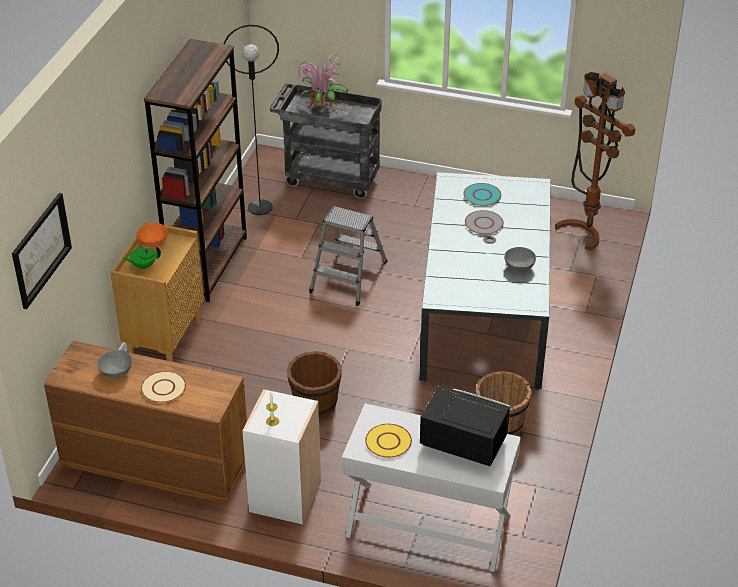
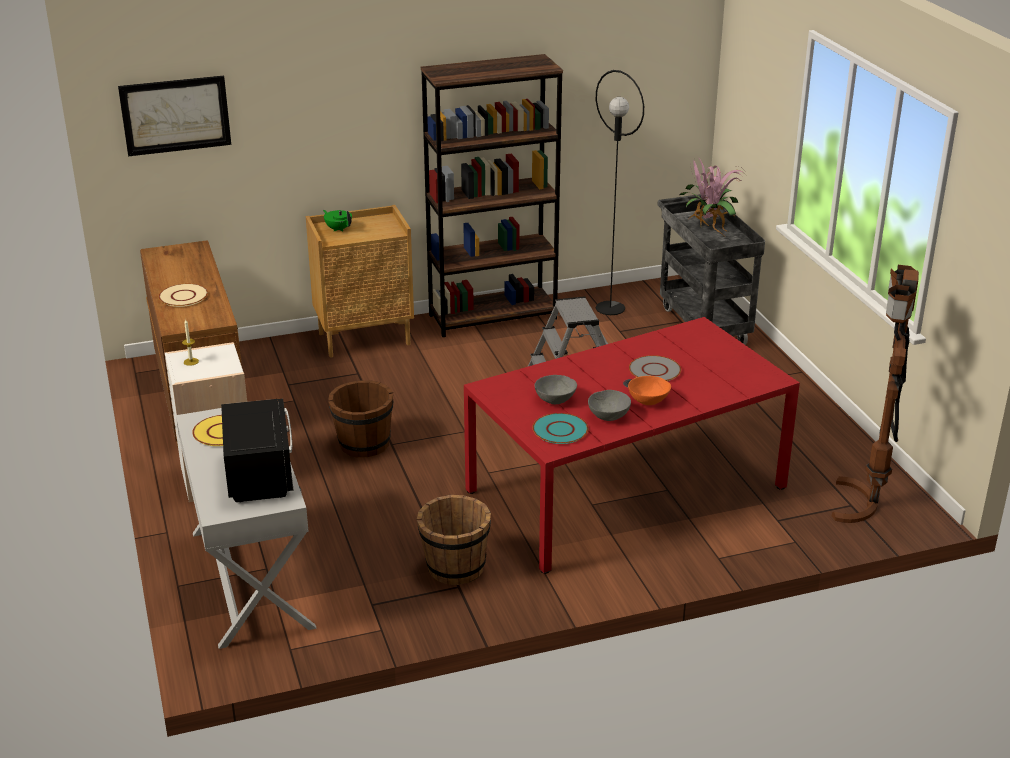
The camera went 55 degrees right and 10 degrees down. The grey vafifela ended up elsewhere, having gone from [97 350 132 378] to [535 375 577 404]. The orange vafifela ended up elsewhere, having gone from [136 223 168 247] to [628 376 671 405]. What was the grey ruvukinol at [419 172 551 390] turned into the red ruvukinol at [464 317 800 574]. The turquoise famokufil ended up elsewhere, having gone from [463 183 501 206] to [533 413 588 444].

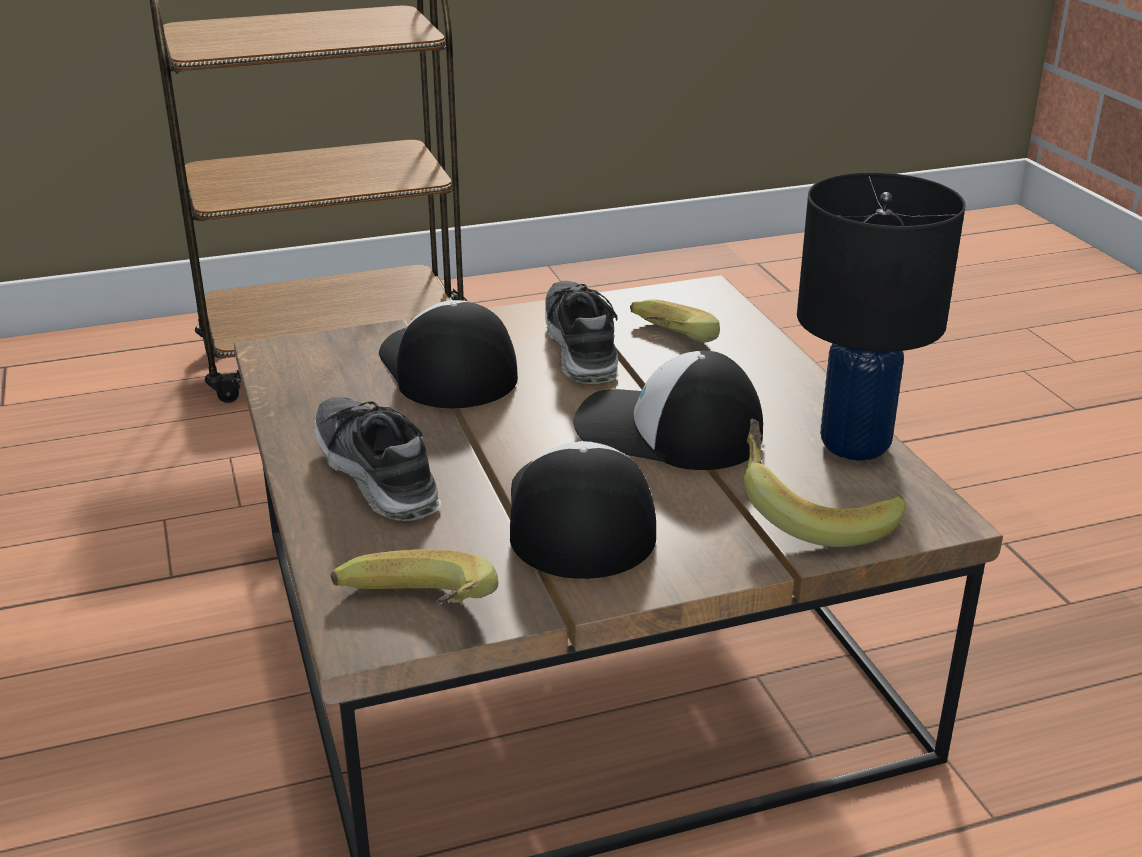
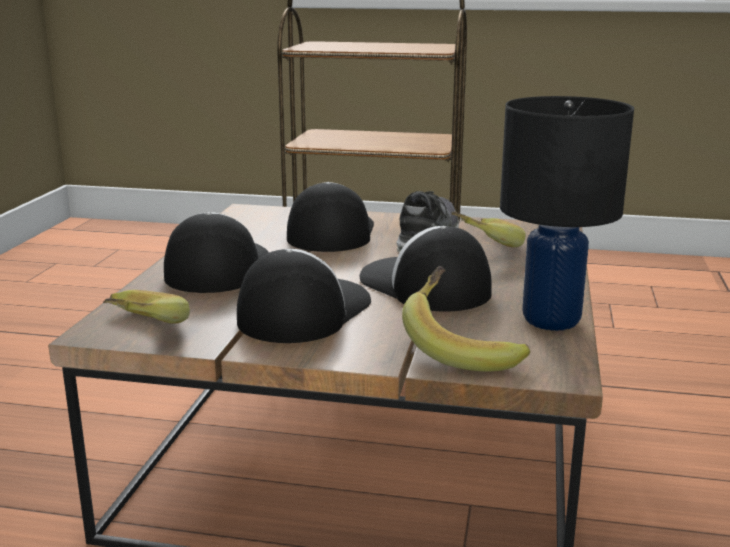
The camera went 30 degrees right and 10 degrees down. Where the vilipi stood at [314 397 442 521], the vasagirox came to stand at [164 212 269 293].

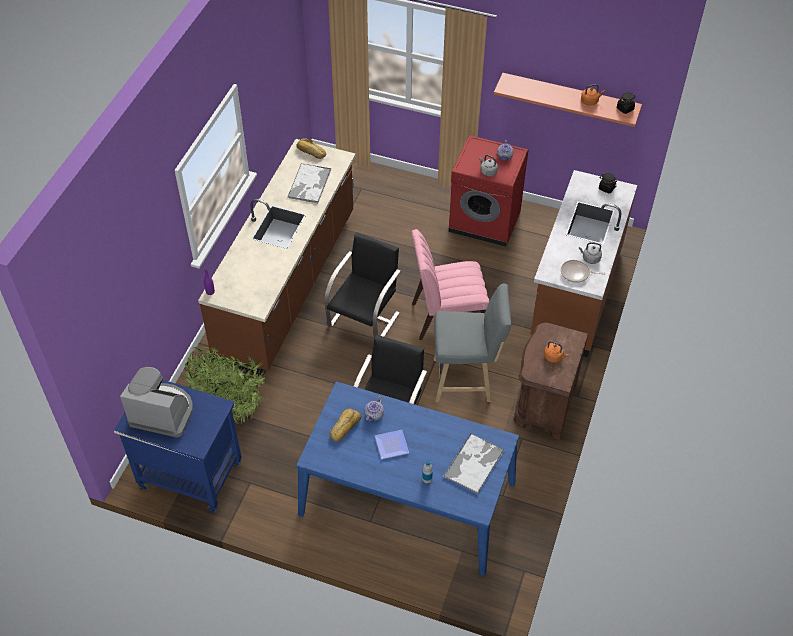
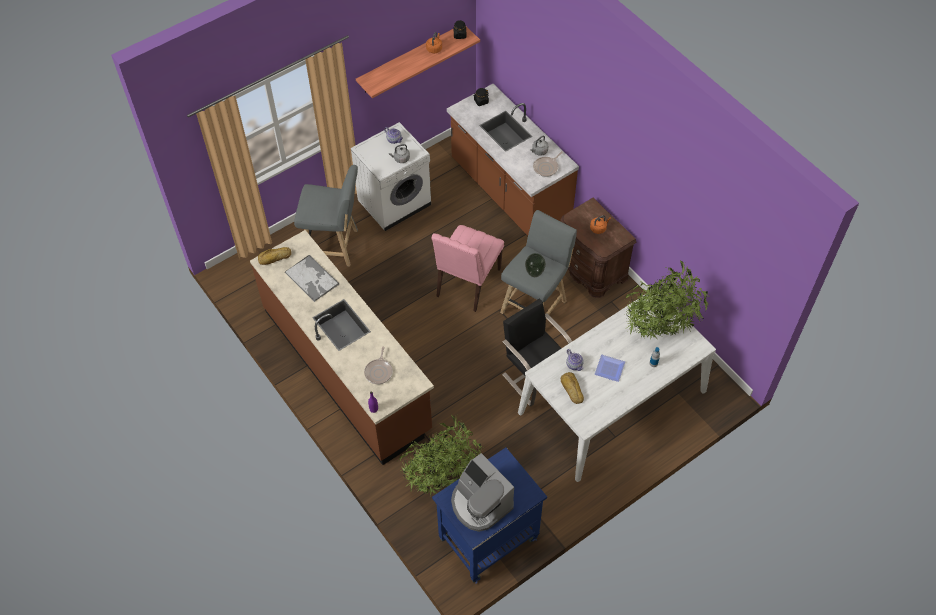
The camera went 55 degrees left and 5 degrees up. The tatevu at [120 367 193 438] ended up facing another way, 90 degrees counterclockwise from before. What was the blue ruvukinol at [297 382 519 576] turned into the white ruvukinol at [518 294 716 482]. The second view lost the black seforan at [324 232 401 338]. Where the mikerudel stood at [444 434 504 494], the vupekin came to stand at [624 260 708 339]. What was the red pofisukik at [449 135 528 247] turned into the white pofisukik at [351 122 431 231]. The second view gained the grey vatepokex at [294 165 358 267]. The second view gained the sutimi at [364 346 393 384]. The second view gained the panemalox at [525 253 546 277].

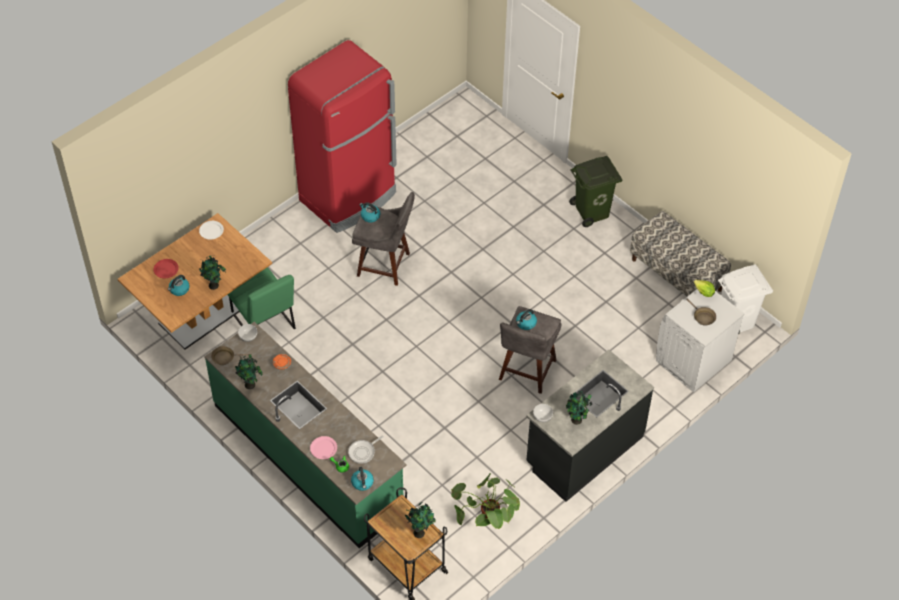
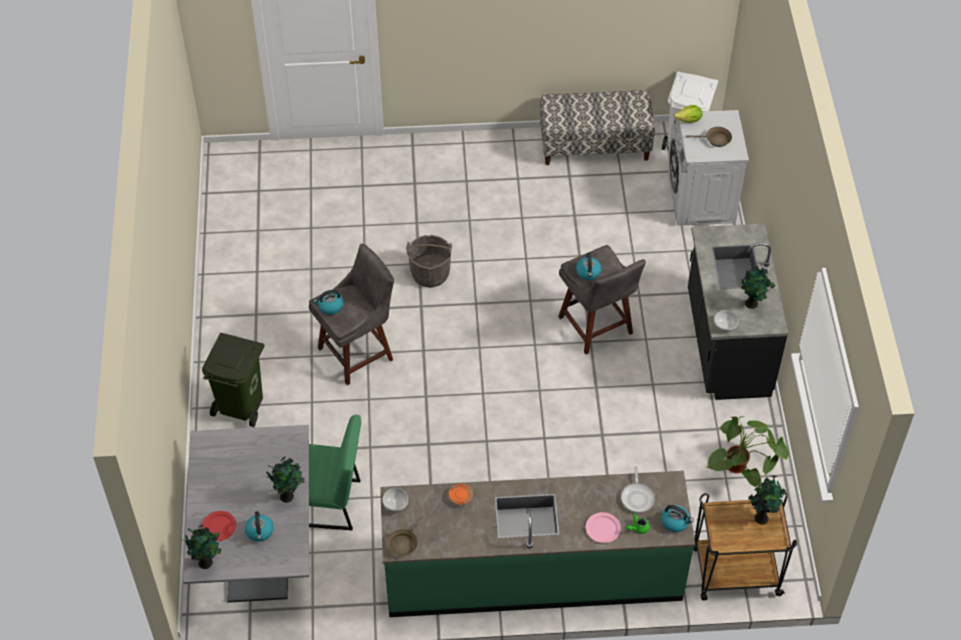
The camera went 50 degrees left and 0 degrees up. What was the brown ruvukinol at [118 213 272 350] turned into the grey ruvukinol at [183 425 309 603]. The second view lost the white famokufil at [199 221 224 240]. The vupekin ended up elsewhere, having gone from [235 354 263 389] to [181 524 221 569]. The second view lost the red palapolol at [288 40 397 233]. The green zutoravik ended up elsewhere, having gone from [569 156 623 227] to [202 333 265 427]. The second view gained the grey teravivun at [406 235 452 288].

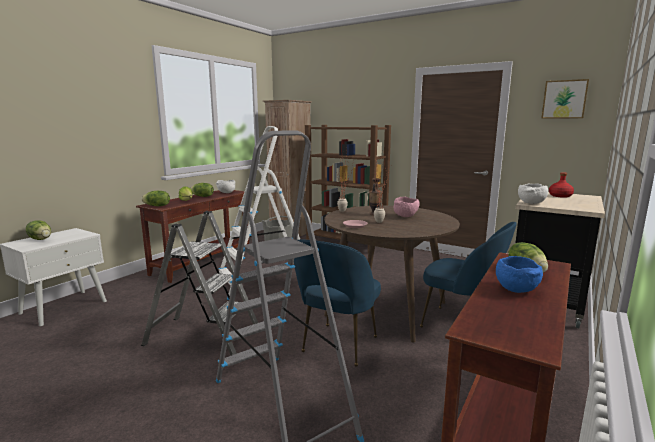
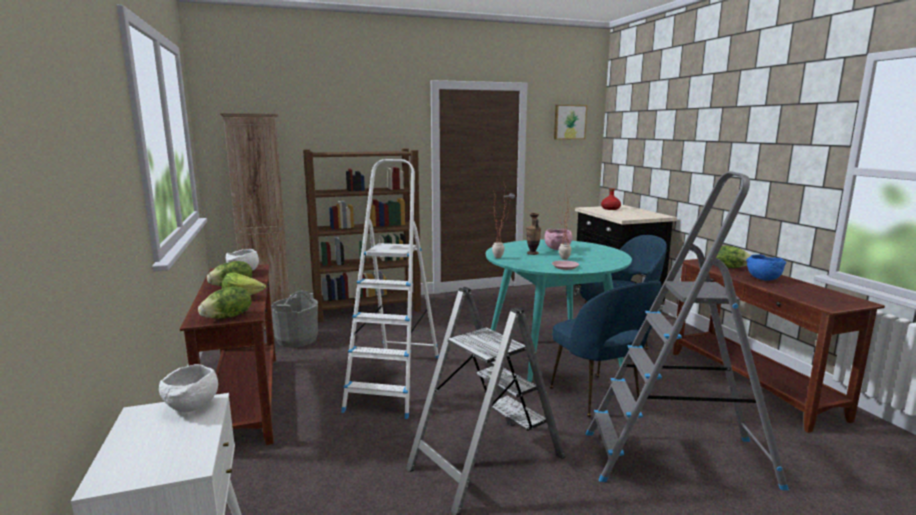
The camera went 50 degrees left and 0 degrees up. The second view lost the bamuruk at [26 221 51 240]. What was the brown ruvukinol at [324 206 460 342] turned into the turquoise ruvukinol at [486 240 632 382]. The white vafifela ended up elsewhere, having gone from [518 183 548 204] to [159 364 218 412].

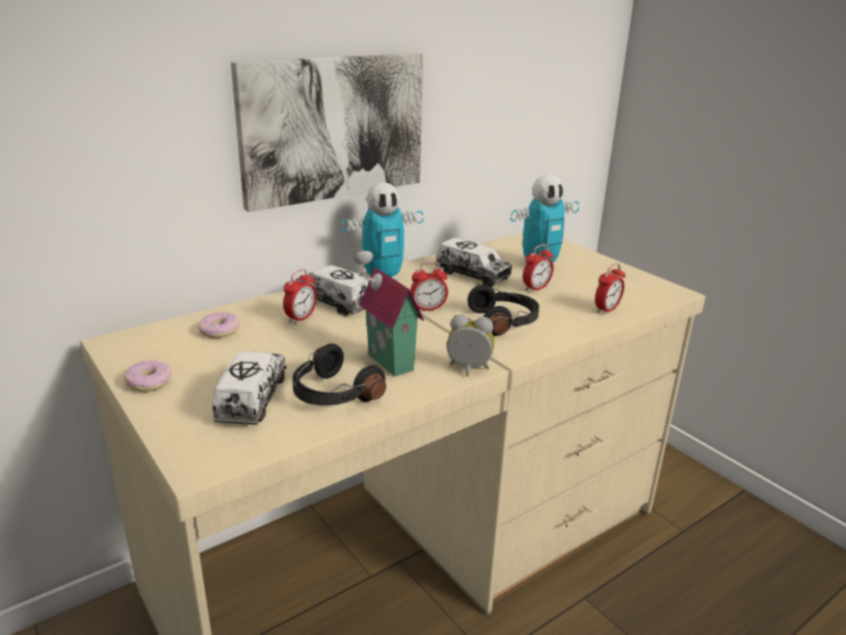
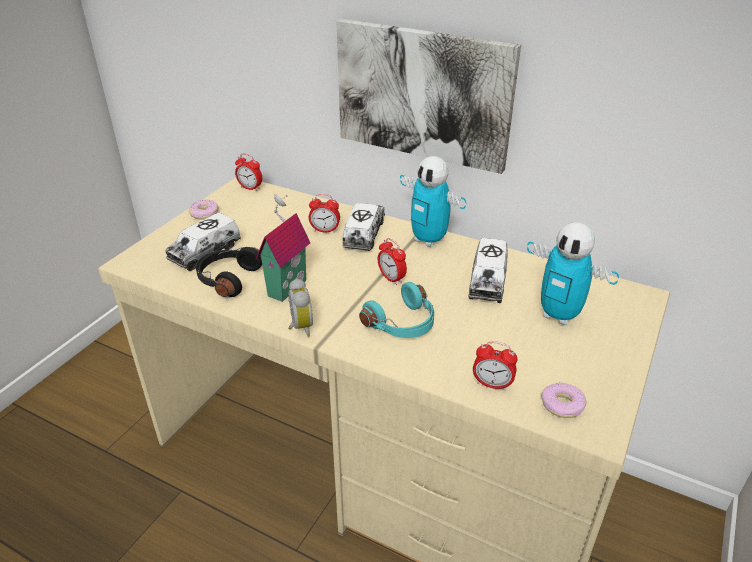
The camera went 65 degrees right and 10 degrees up. The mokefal ended up elsewhere, having gone from [198 312 239 338] to [541 382 586 418]. The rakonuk at [212 351 287 425] ended up facing another way, 150 degrees clockwise from before. What was the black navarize at [468 285 539 336] turned into the turquoise navarize at [359 282 434 338]. The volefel ended up elsewhere, having gone from [523 244 554 292] to [235 153 262 191].

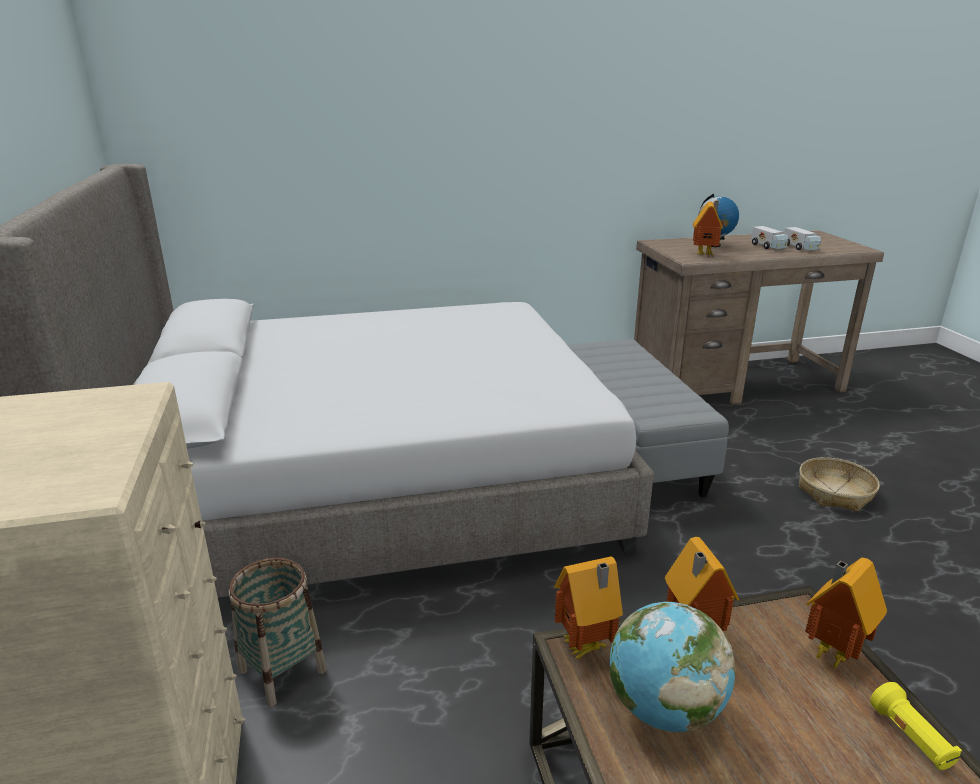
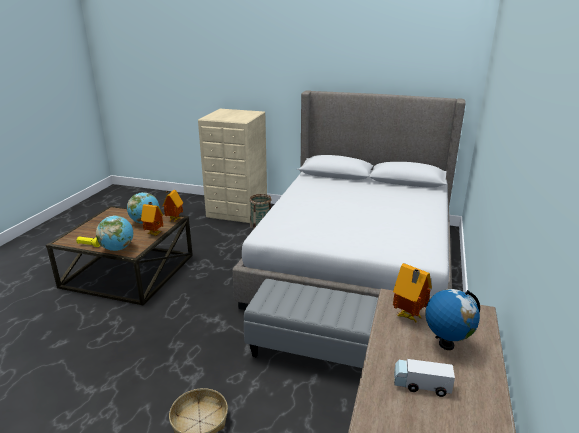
The camera went 120 degrees right and 0 degrees up. The second view lost the rakonuk at [784 227 821 250]. Where the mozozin stood at [805 557 887 670], the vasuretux came to stand at [96 216 133 251].

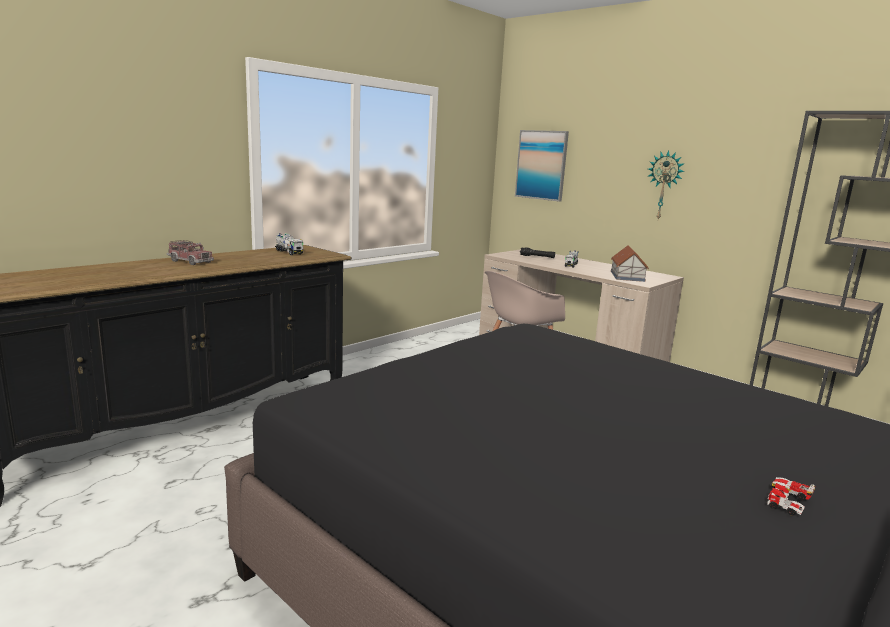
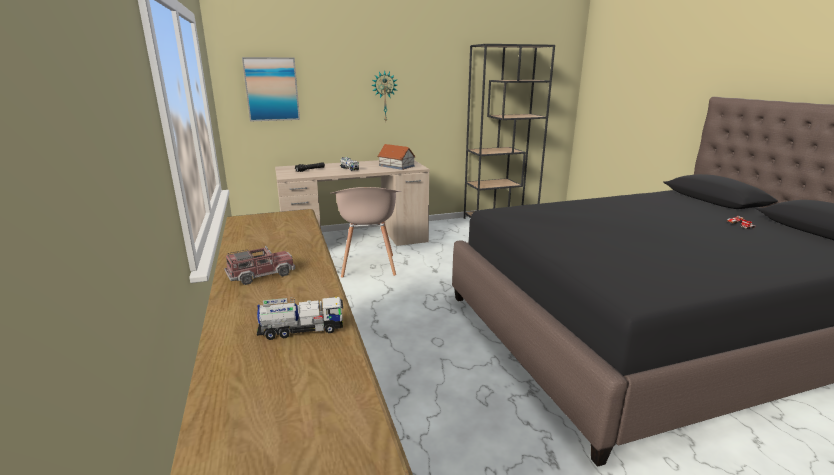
The camera went 60 degrees left and 5 degrees up. The rakonuk ended up elsewhere, having gone from [275 233 303 255] to [257 296 343 340].

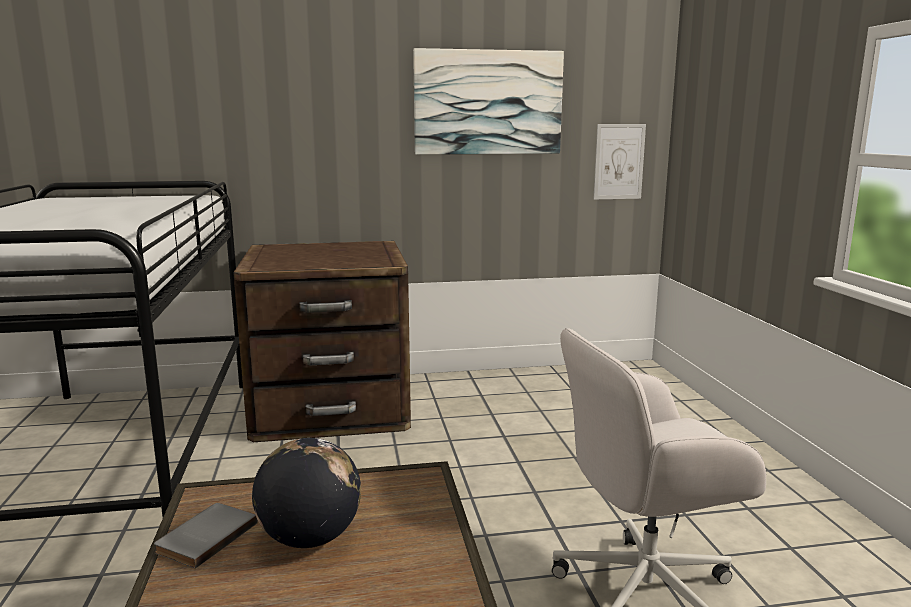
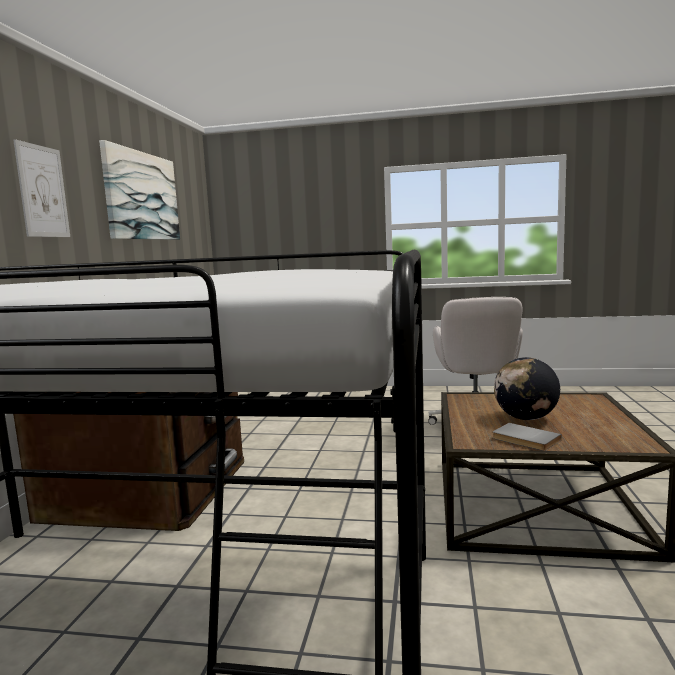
The camera went 70 degrees left and 5 degrees down. The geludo ended up elsewhere, having gone from [593 124 646 199] to [13 139 70 237].

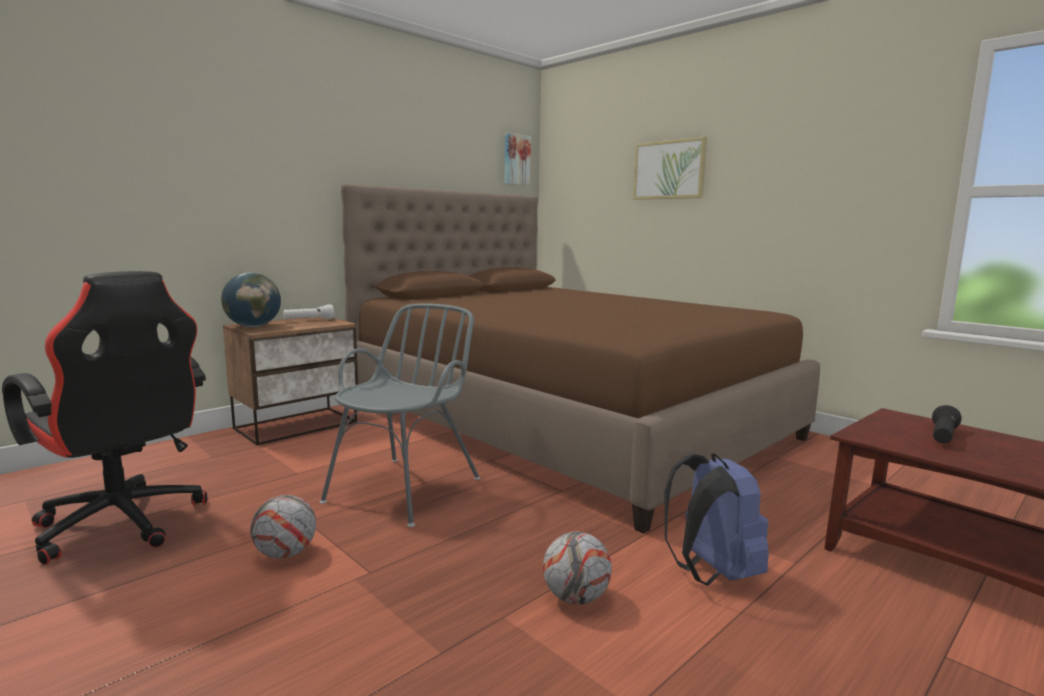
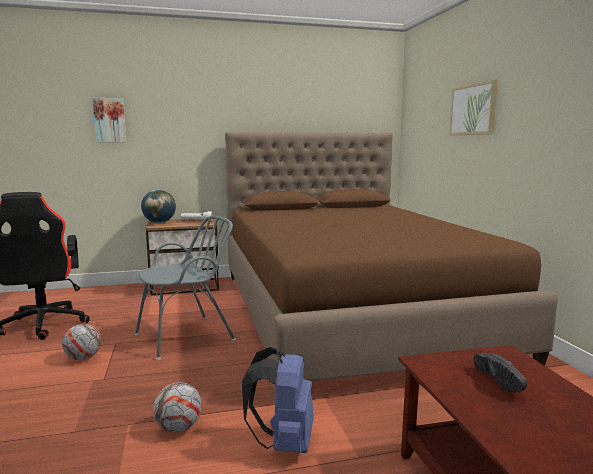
The camera went 30 degrees right and 0 degrees up. The geludo ended up elsewhere, having gone from [504 133 531 186] to [92 98 126 142]. Where the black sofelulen stood at [932 405 962 443], the black vilipi came to stand at [474 353 527 393].

